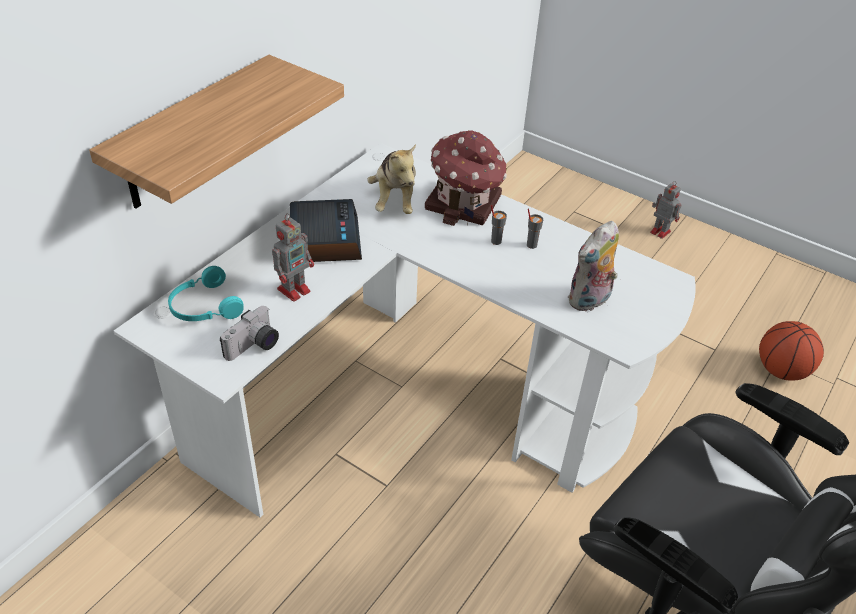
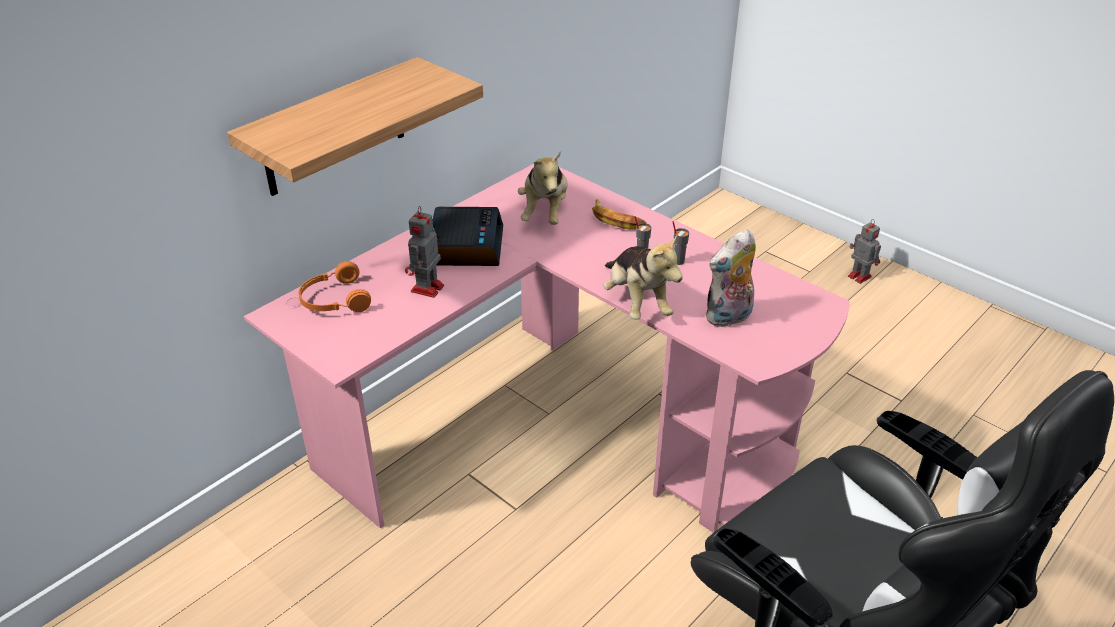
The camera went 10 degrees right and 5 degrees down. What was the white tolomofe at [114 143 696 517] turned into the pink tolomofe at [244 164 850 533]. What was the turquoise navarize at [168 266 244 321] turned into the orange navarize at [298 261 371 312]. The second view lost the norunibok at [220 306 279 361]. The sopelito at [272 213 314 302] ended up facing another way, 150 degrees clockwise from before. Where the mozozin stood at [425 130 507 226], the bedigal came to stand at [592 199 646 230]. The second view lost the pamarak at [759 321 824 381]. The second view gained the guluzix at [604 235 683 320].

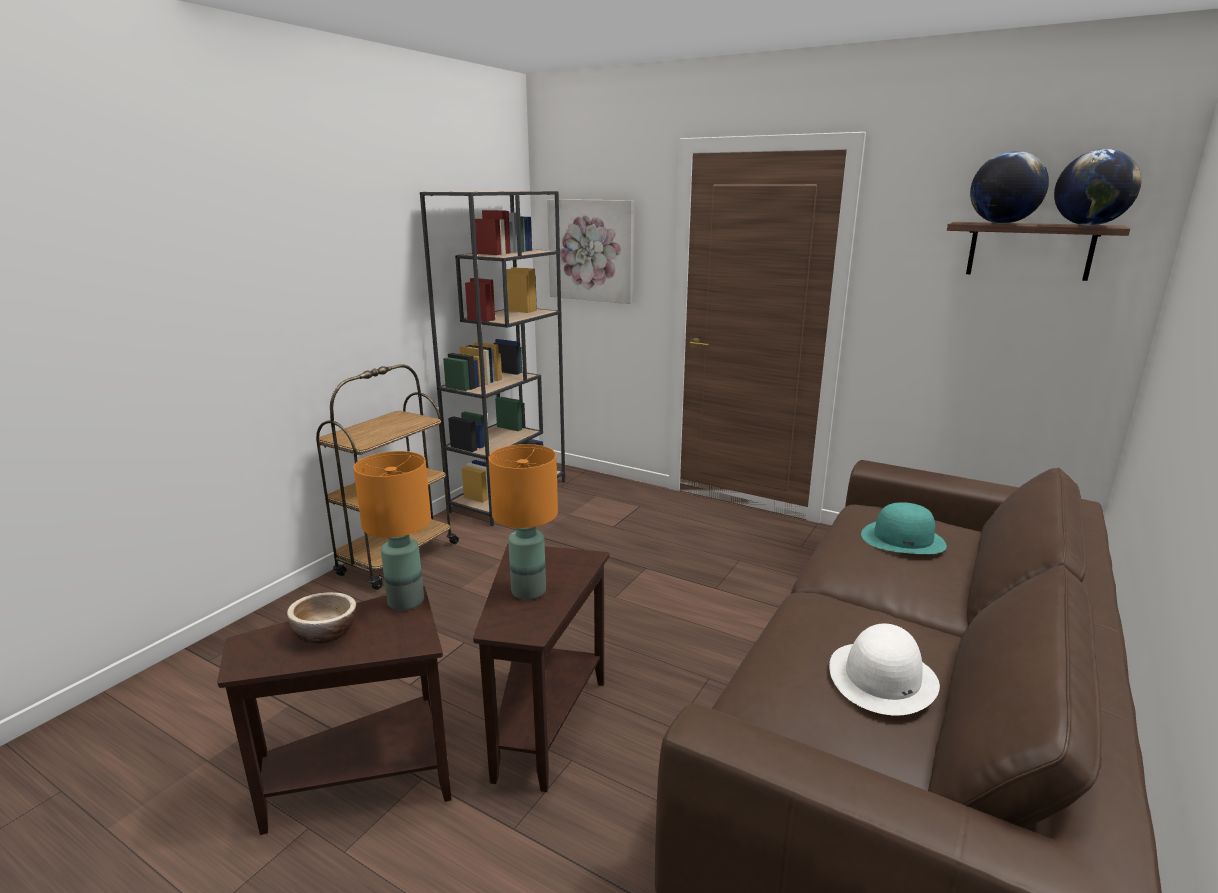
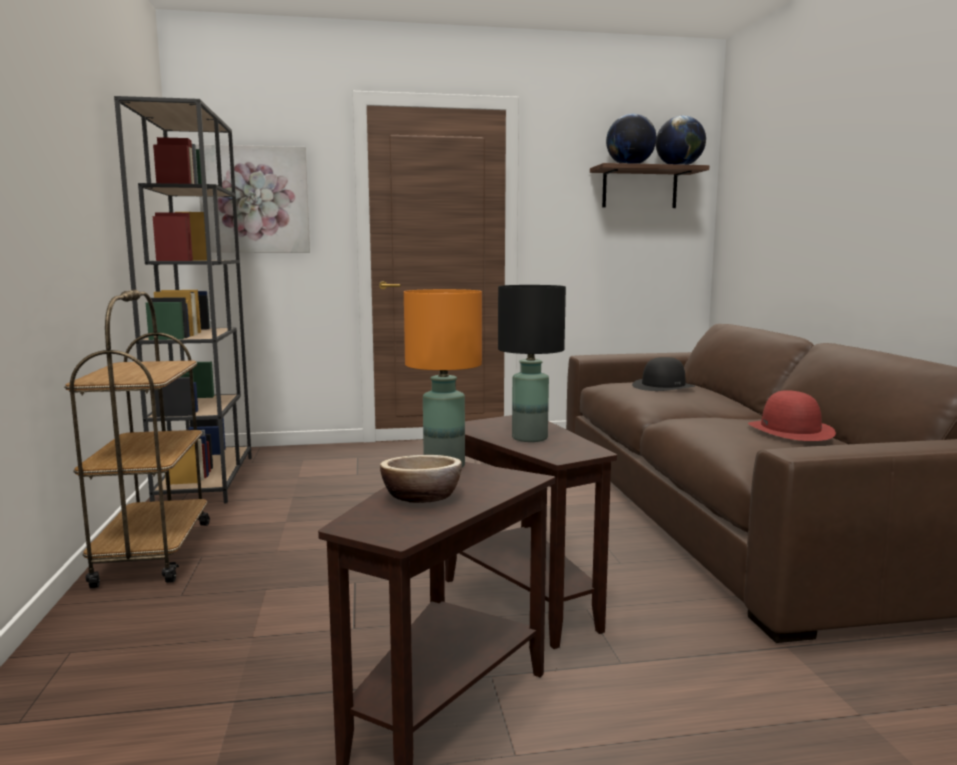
The camera went 40 degrees left and 10 degrees down. What was the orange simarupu at [489 444 558 600] turned into the black simarupu at [498 285 566 442]. What was the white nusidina at [829 624 940 716] turned into the red nusidina at [748 390 836 441]. What was the turquoise nusidina at [861 502 947 554] turned into the black nusidina at [632 357 695 391].

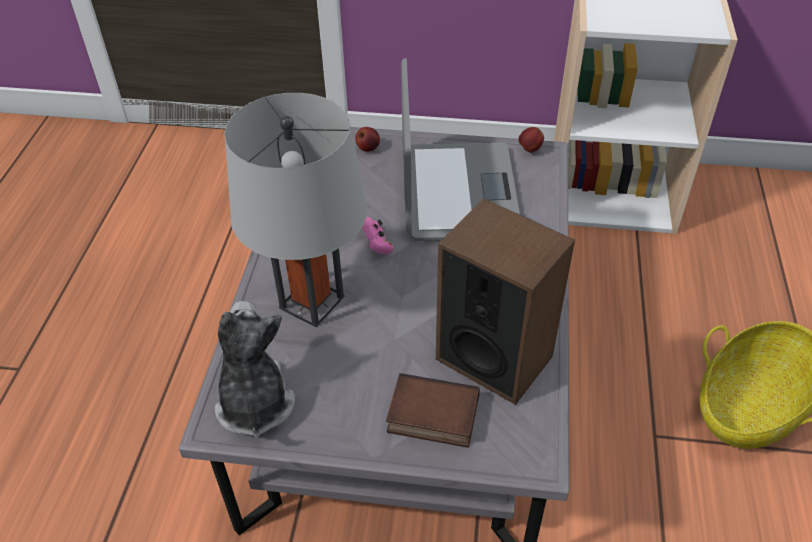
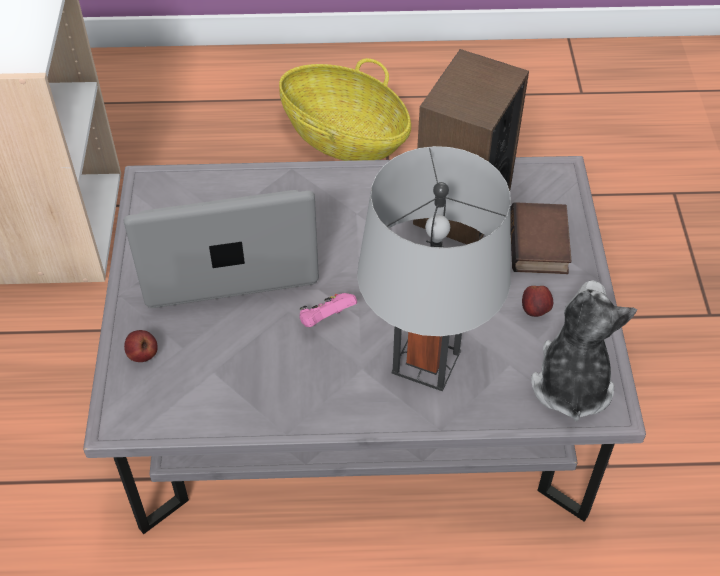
The camera went 100 degrees left and 5 degrees up. The guluzix at [215 301 295 439] ended up facing another way, 120 degrees clockwise from before. The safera ended up elsewhere, having gone from [519 127 544 152] to [522 286 553 317].

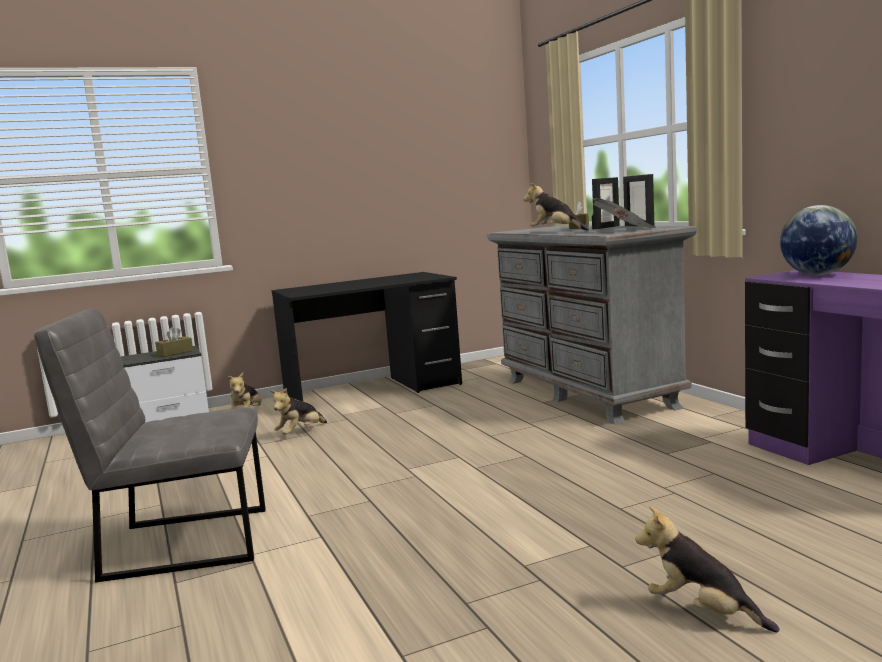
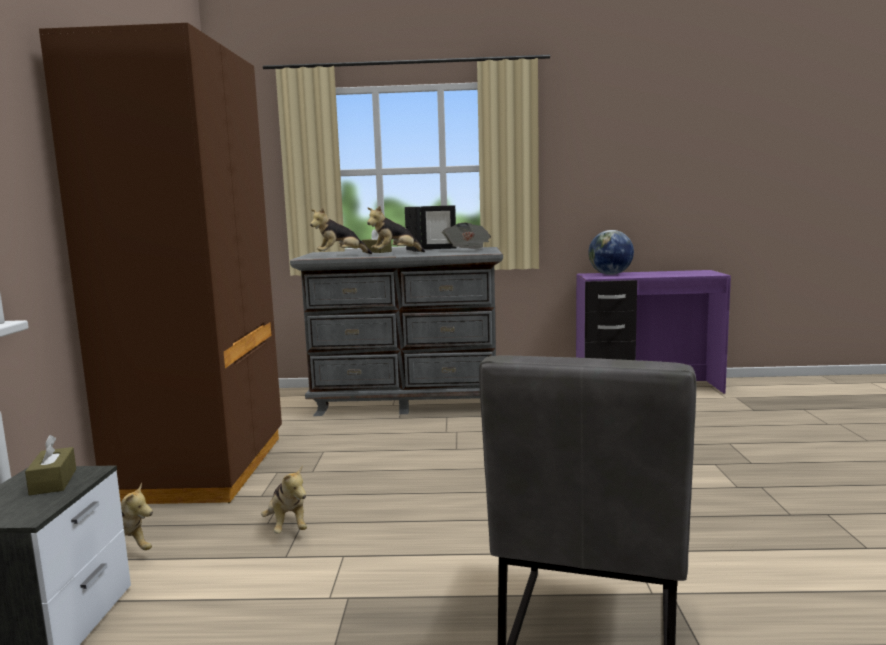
The camera went 65 degrees left and 0 degrees up. Where the black tolomofe stood at [271 272 462 401], the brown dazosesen came to stand at [39 23 282 504]. The guluzix ended up elsewhere, having gone from [635 506 779 633] to [310 208 372 254].

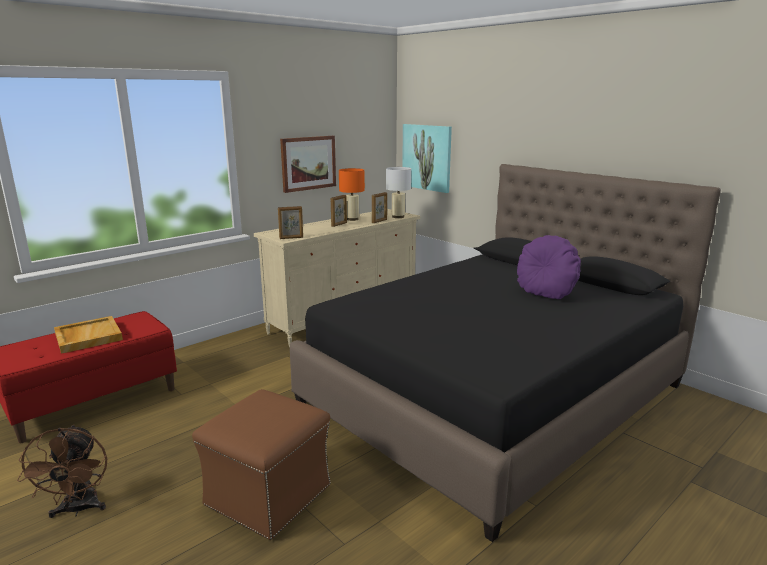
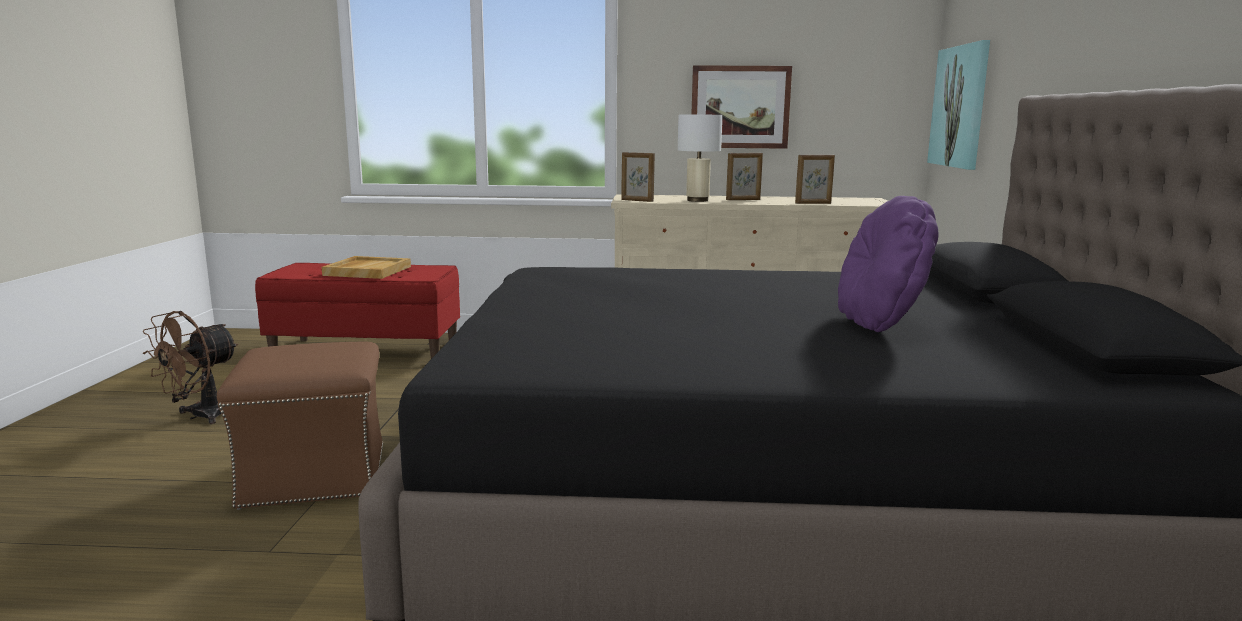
The camera went 45 degrees right and 5 degrees down. The second view lost the orange simarupu at [339 168 365 221]. The white simarupu ended up elsewhere, having gone from [386 167 411 218] to [678 114 722 202].

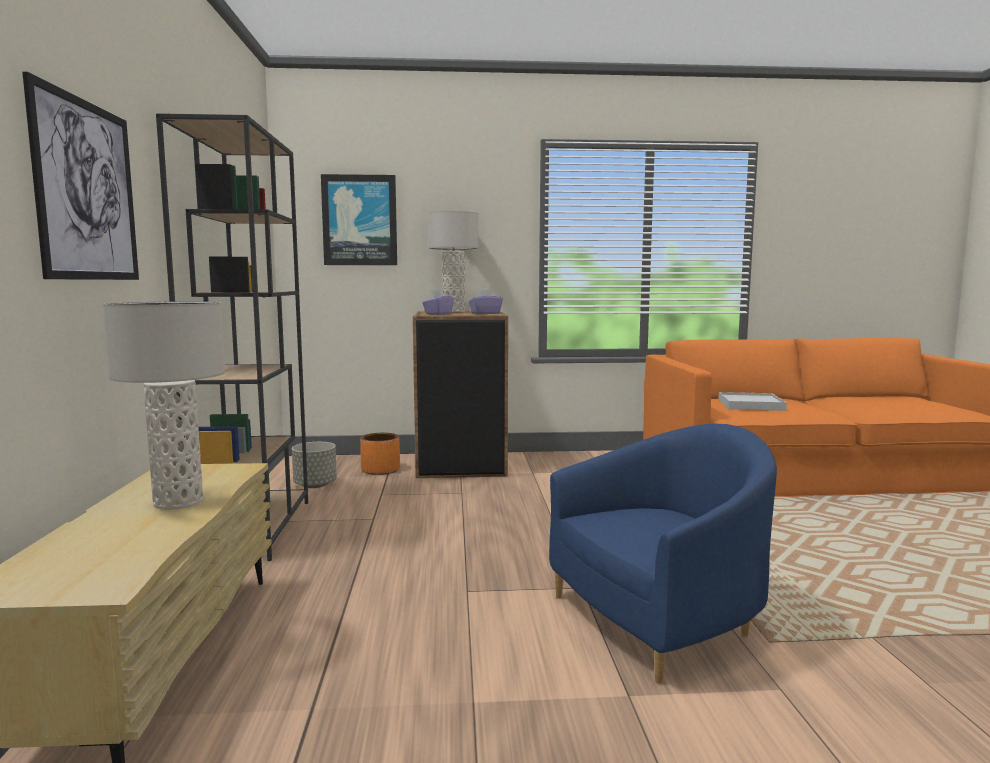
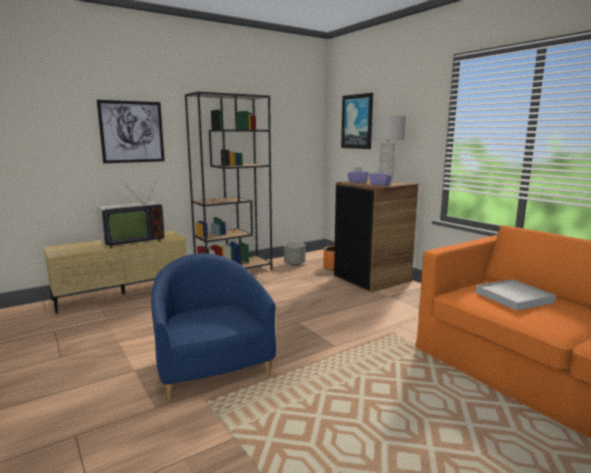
The camera went 60 degrees right and 5 degrees up. Where the white simarupu stood at [103 301 225 510], the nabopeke came to stand at [97 176 164 249]. The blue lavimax at [549 424 777 684] ended up facing another way, 150 degrees counterclockwise from before.

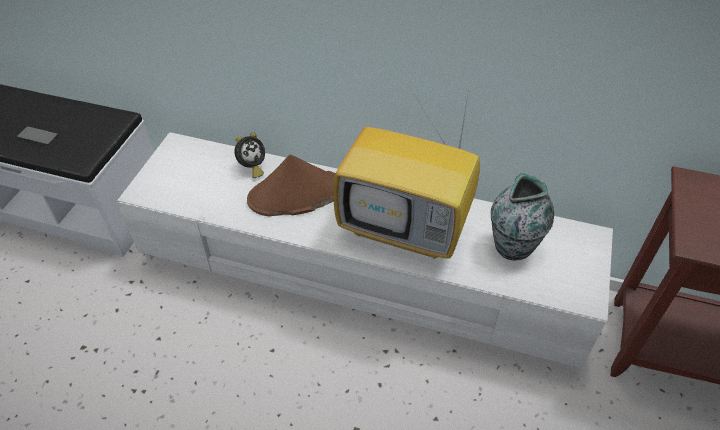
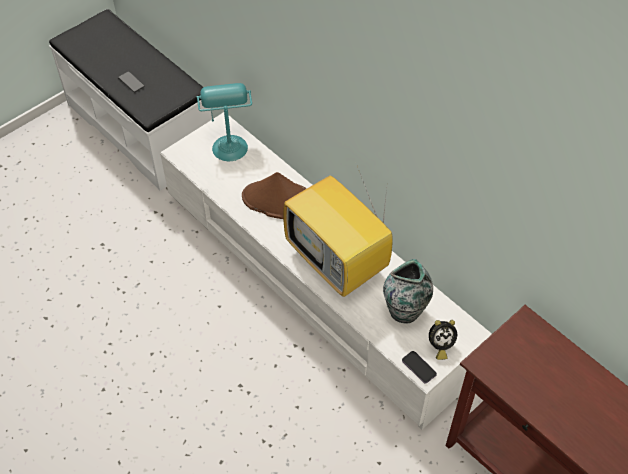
The camera went 30 degrees right and 5 degrees up. The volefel ended up elsewhere, having gone from [234 132 265 178] to [429 320 457 360]. The second view gained the turquoise simarupu at [197 83 252 161]. The second view gained the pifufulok at [402 351 437 384].

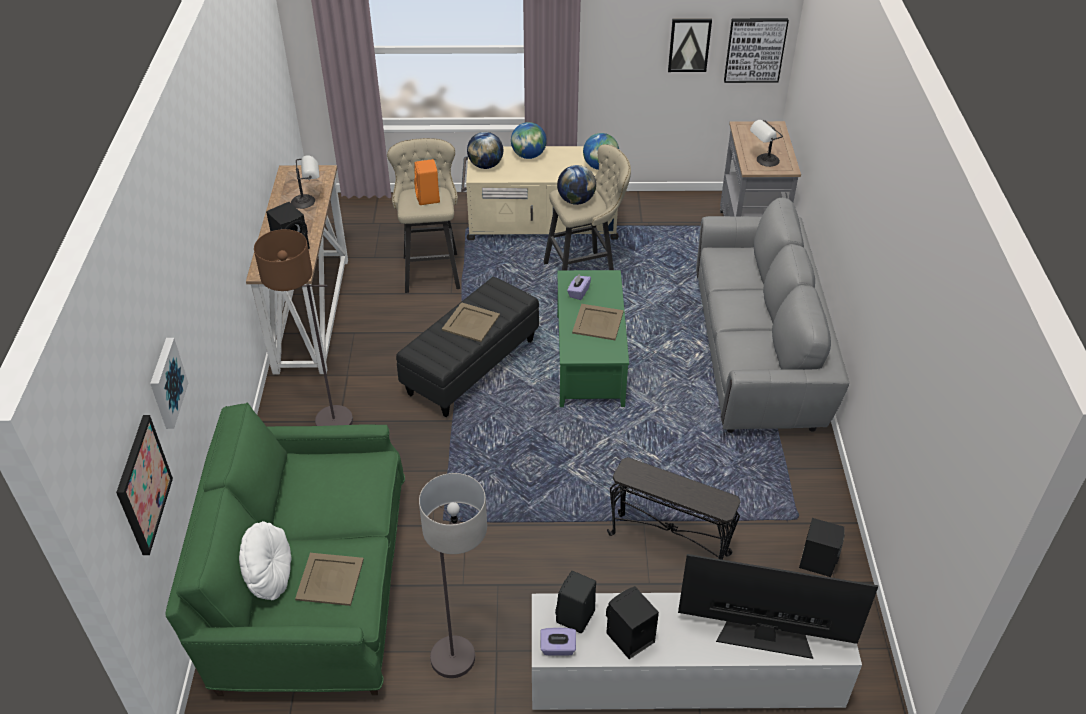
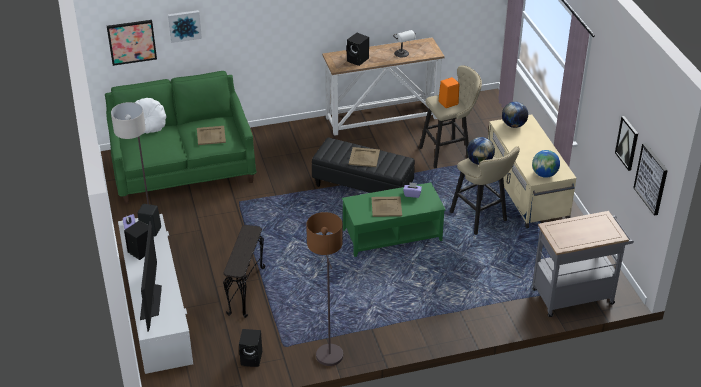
The camera went 75 degrees right and 5 degrees down. The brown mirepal ended up elsewhere, having gone from [254 229 353 426] to [306 212 343 366]. The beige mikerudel ended up elsewhere, having gone from [295 553 364 606] to [197 126 226 145]. The second view lost the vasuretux at [511 122 547 159]. The second view lost the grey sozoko at [696 198 849 433]. The second view lost the simarupu at [750 120 783 167].

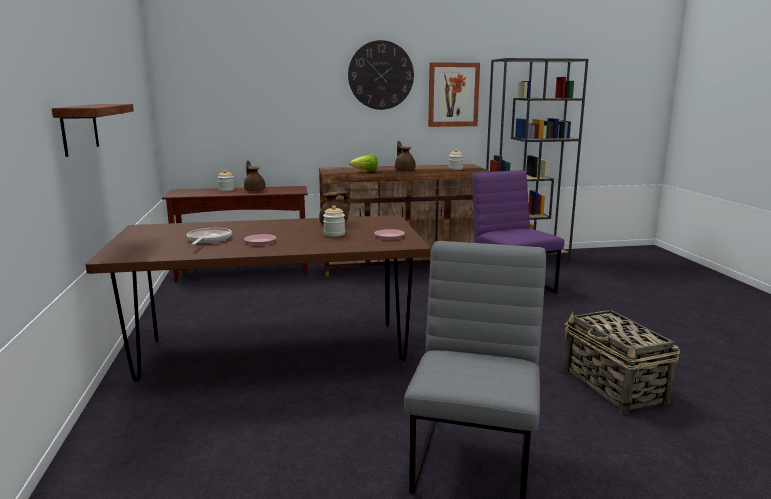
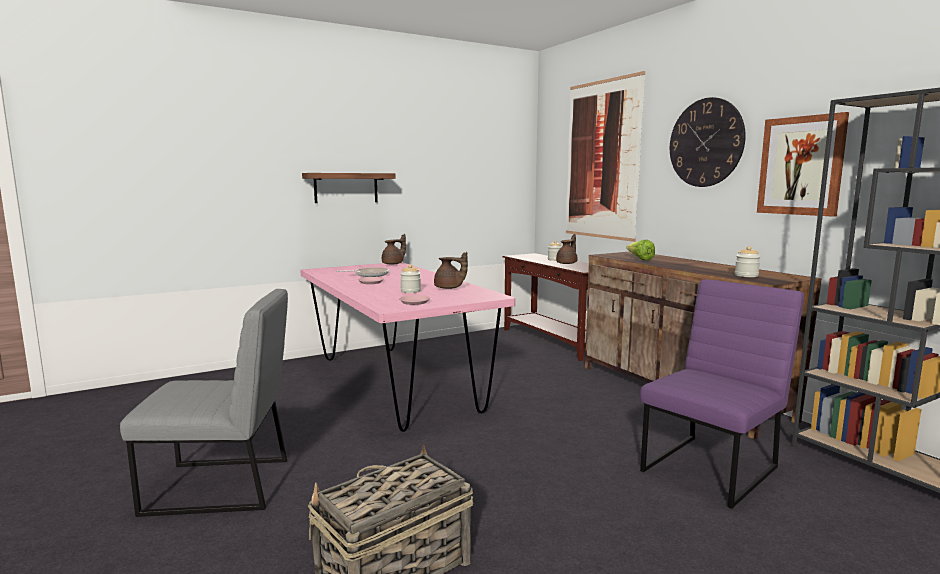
The camera went 70 degrees right and 5 degrees down. What was the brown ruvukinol at [86 215 430 382] turned into the pink ruvukinol at [300 262 515 432]. The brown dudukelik ended up elsewhere, having gone from [395 141 416 171] to [382 234 406 264]. The second view gained the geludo at [566 71 645 242].

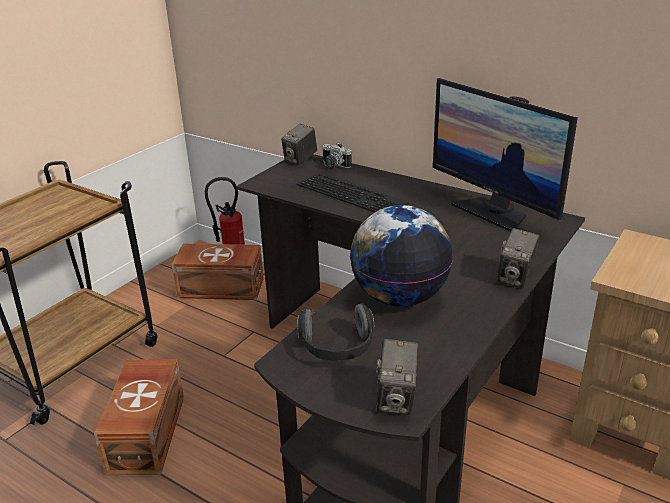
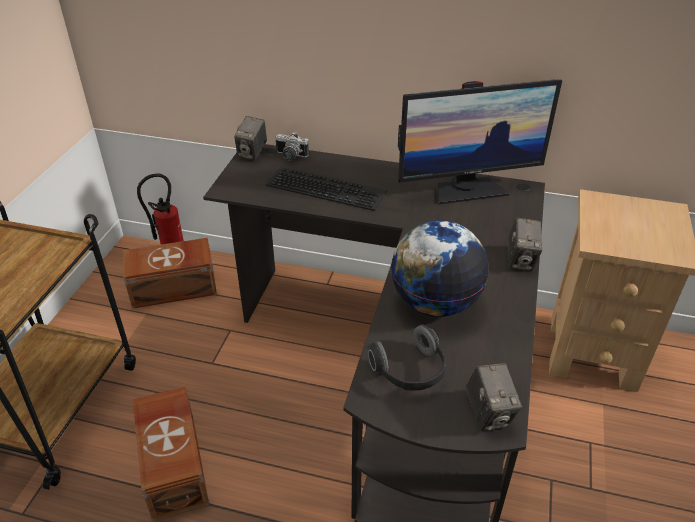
The camera went 20 degrees left and 10 degrees up. The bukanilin at [433 78 578 232] ended up facing another way, 45 degrees counterclockwise from before.

